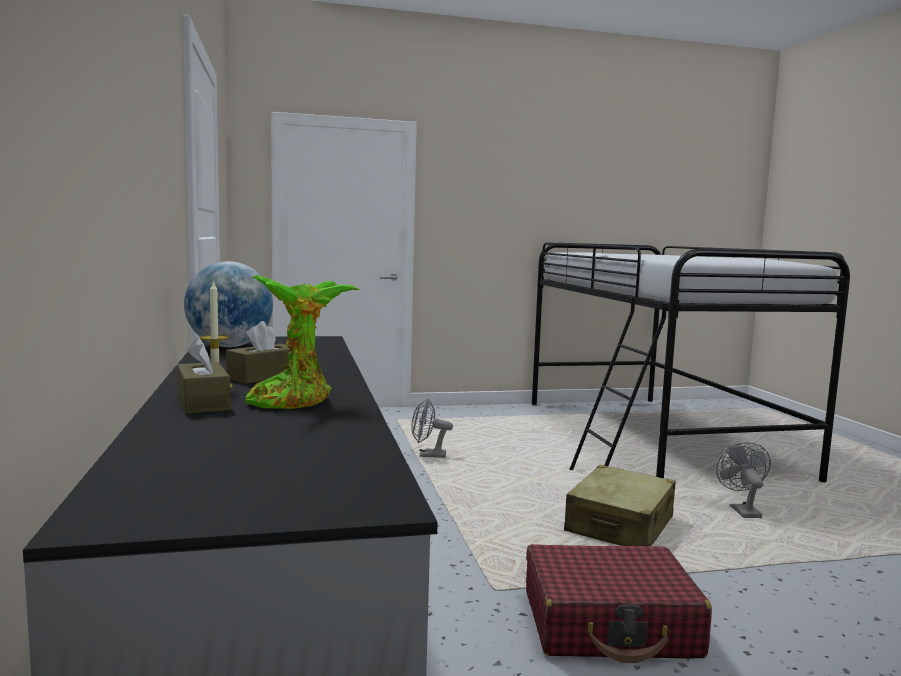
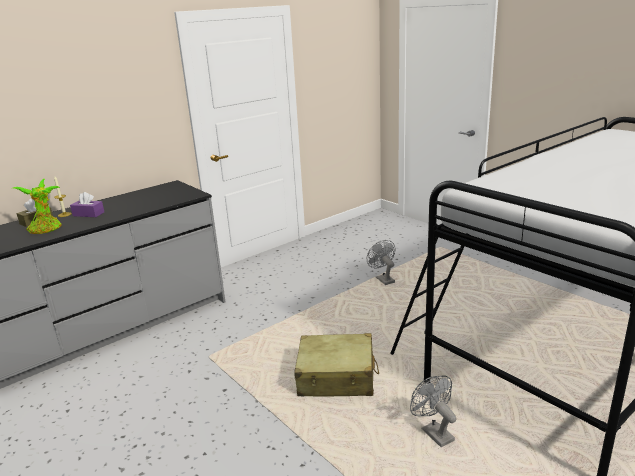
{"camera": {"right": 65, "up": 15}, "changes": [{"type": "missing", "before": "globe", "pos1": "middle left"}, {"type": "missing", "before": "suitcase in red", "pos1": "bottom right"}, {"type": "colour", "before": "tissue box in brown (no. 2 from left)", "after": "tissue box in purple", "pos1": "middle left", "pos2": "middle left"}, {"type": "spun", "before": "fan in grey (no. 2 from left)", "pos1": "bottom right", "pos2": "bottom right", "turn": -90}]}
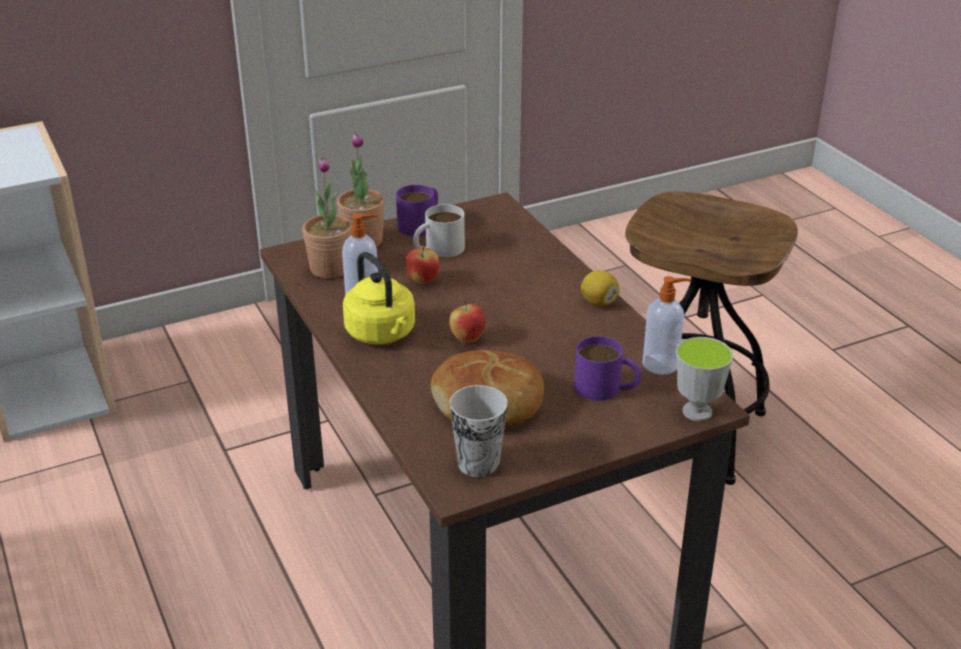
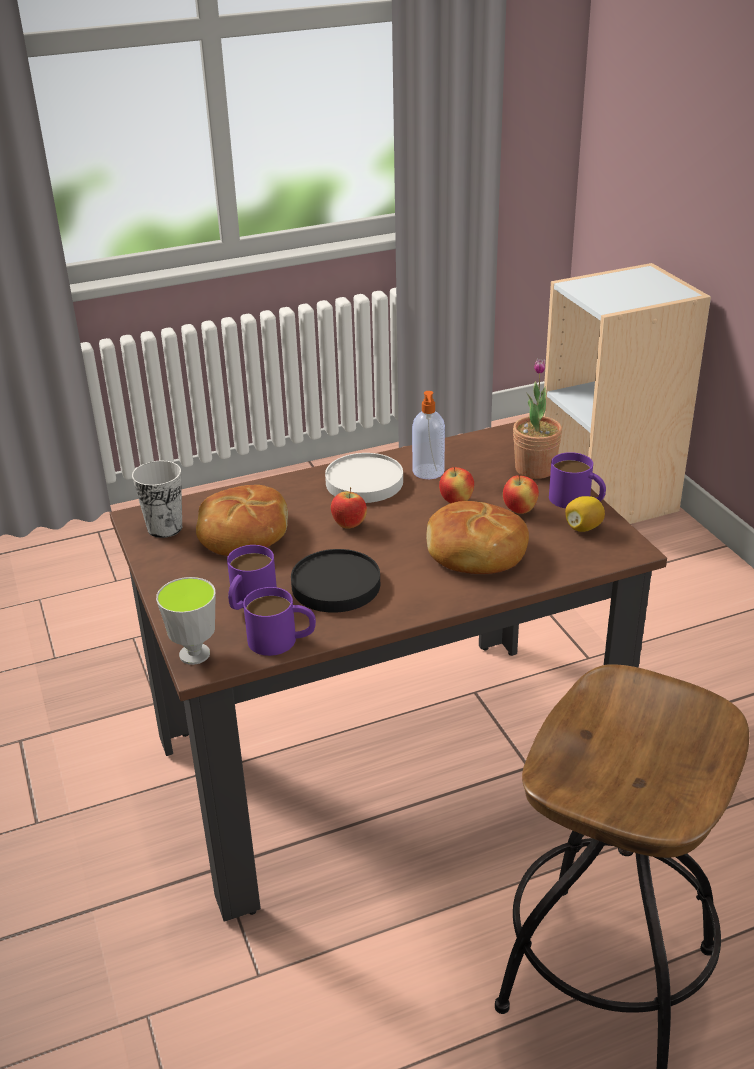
{"camera": {"right": 95, "up": 0}, "changes": [{"type": "missing", "before": "potted plant (no. 1 from left)", "pos1": "centre"}, {"type": "appeared", "after": "plate in black", "pos2": "centre"}, {"type": "appeared", "after": "bread (no. 2 from left)", "pos2": "centre"}, {"type": "relocated", "before": "lemon", "pos1": "centre", "pos2": "middle right"}, {"type": "exchanged", "before": "kettle in yellow", "after": "plate in white", "pos1": "centre", "pos2": "centre"}, {"type": "exchanged", "before": "mug in white", "after": "apple (no. 3 from left)", "pos1": "centre", "pos2": "middle right"}, {"type": "exchanged", "before": "soap dispenser (no. 2 from left)", "after": "mug in purple (no. 2 from left)", "pos1": "middle right", "pos2": "centre"}]}
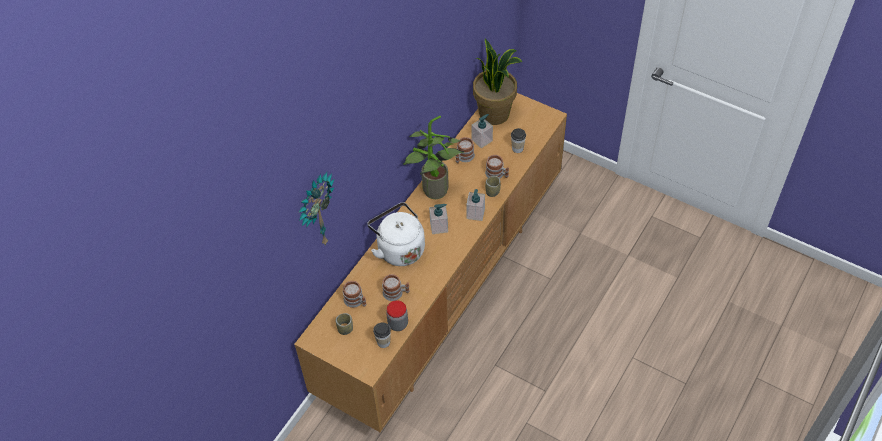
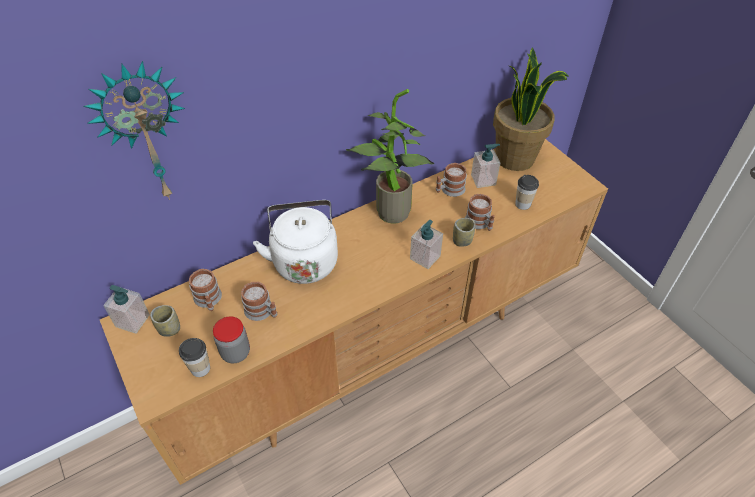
{"camera": {"right": 25, "up": -5}, "changes": [{"type": "relocated", "before": "soap dispenser (no. 1 from left)", "pos1": "centre", "pos2": "middle left"}]}
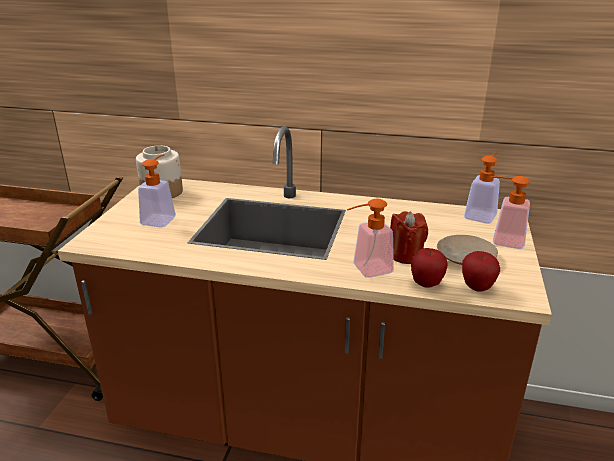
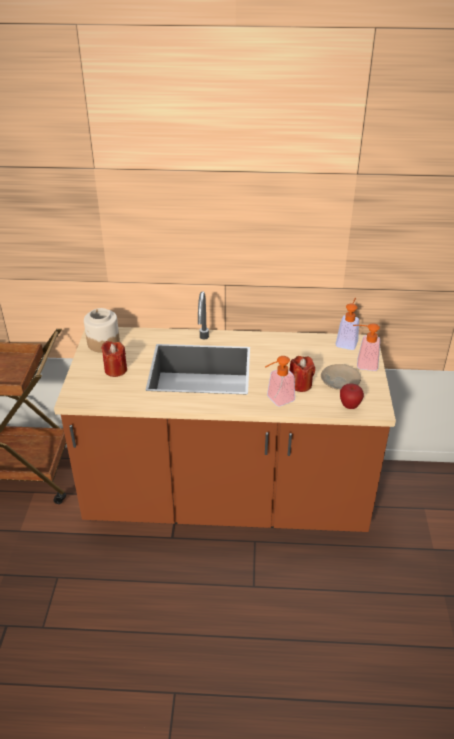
{"camera": {"right": -10, "up": 10}, "changes": [{"type": "missing", "before": "apple (no. 1 from left)", "pos1": "middle right"}, {"type": "exchanged", "before": "soap dispenser (no. 1 from left)", "after": "candle in red (no. 1 from left)", "pos1": "middle left", "pos2": "middle left"}]}
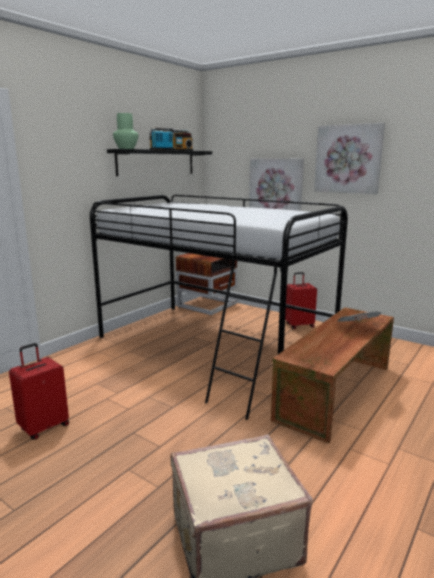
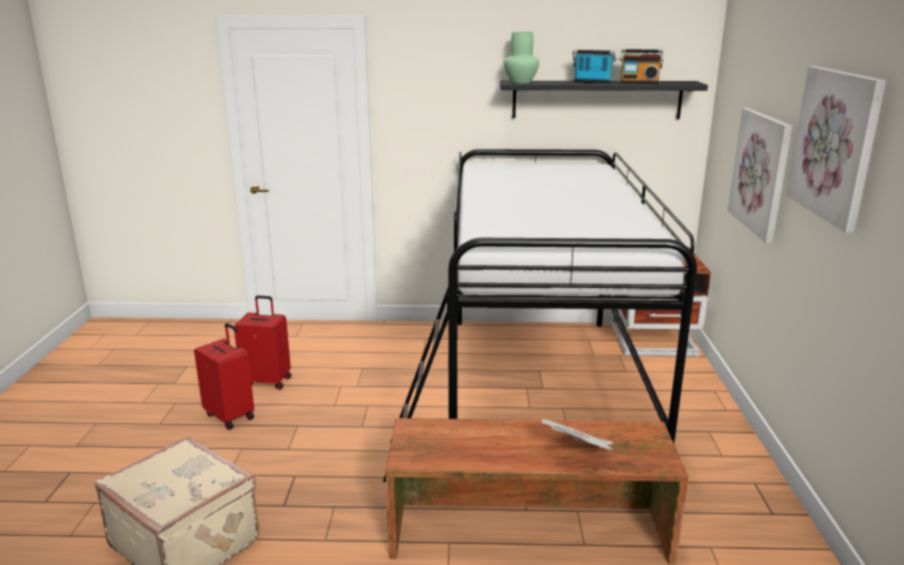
{"camera": {"right": 55, "up": 5}, "changes": [{"type": "relocated", "before": "suitcase in red (no. 2 from left in the first image)", "after": "suitcase in red (no. 1 from left)", "pos1": "middle right", "pos2": "middle left"}]}
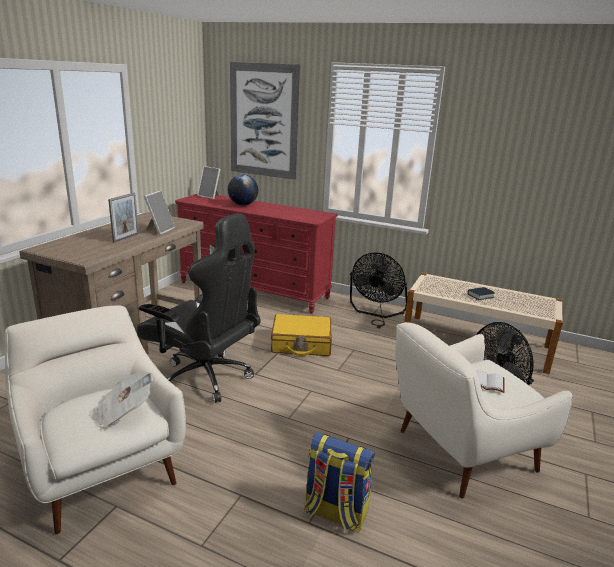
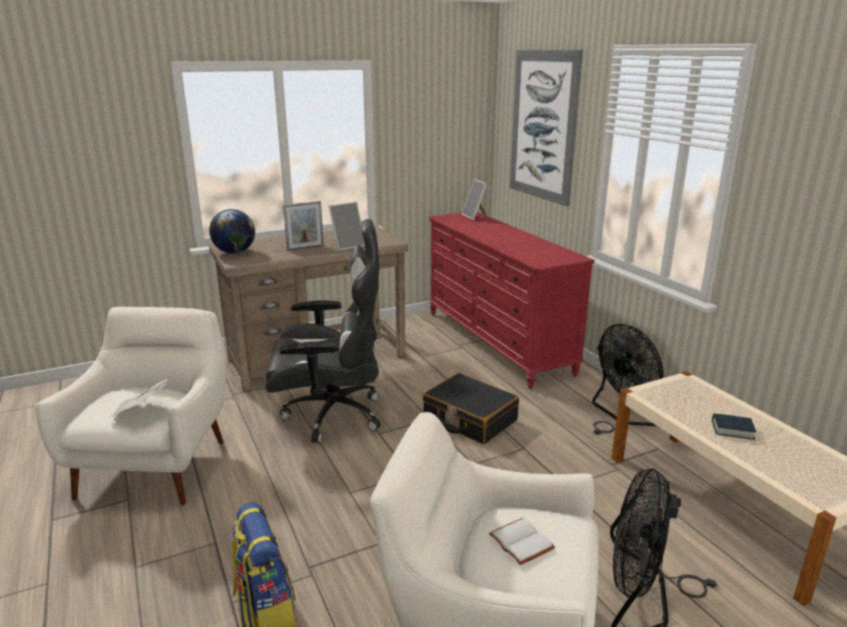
{"camera": {"right": 40, "up": 0}, "changes": [{"type": "relocated", "before": "globe", "pos1": "centre", "pos2": "middle left"}, {"type": "colour", "before": "suitcase in yellow", "after": "suitcase in black", "pos1": "centre", "pos2": "centre"}, {"type": "spun", "before": "office chair in black", "pos1": "middle left", "pos2": "centre", "turn": -75}]}
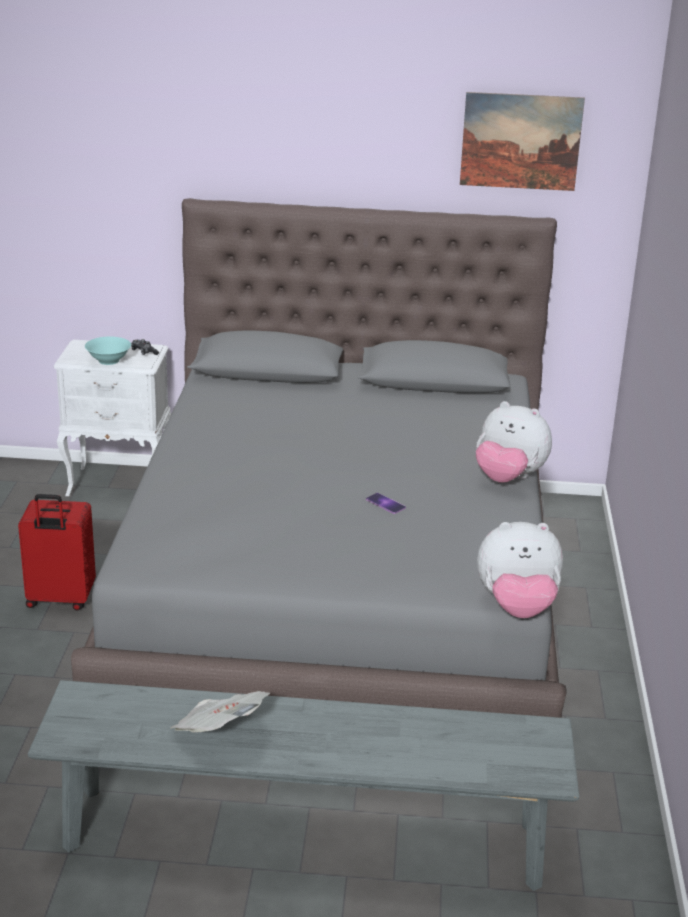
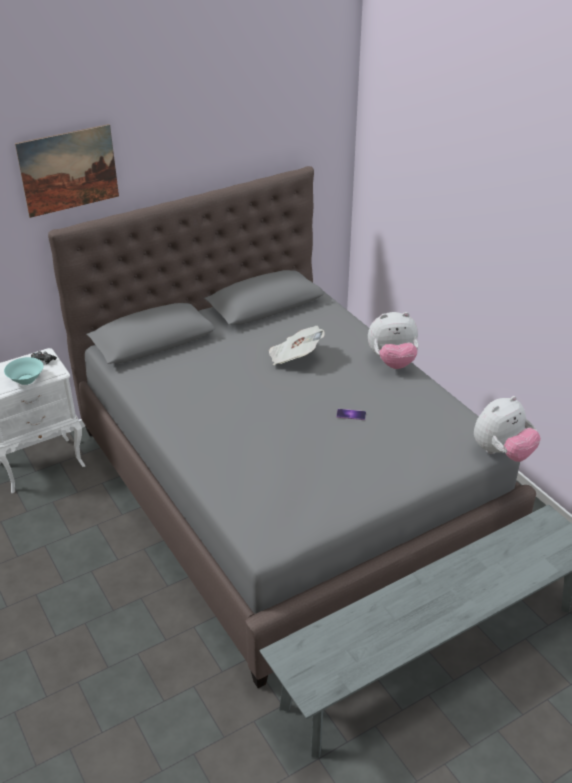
{"camera": {"right": -35, "up": 10}, "changes": [{"type": "missing", "before": "suitcase in red", "pos1": "middle left"}, {"type": "relocated", "before": "newspaper", "pos1": "bottom left", "pos2": "centre"}, {"type": "relocated", "before": "picture", "pos1": "top right", "pos2": "top left"}]}
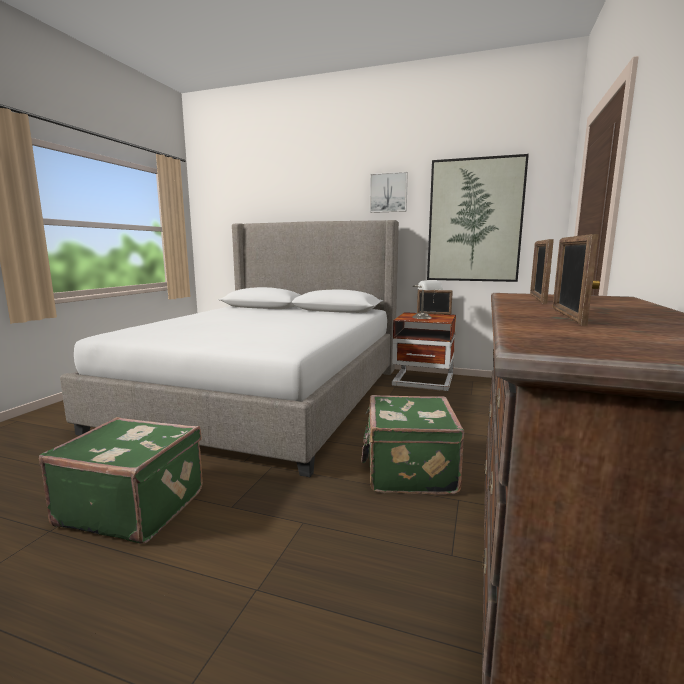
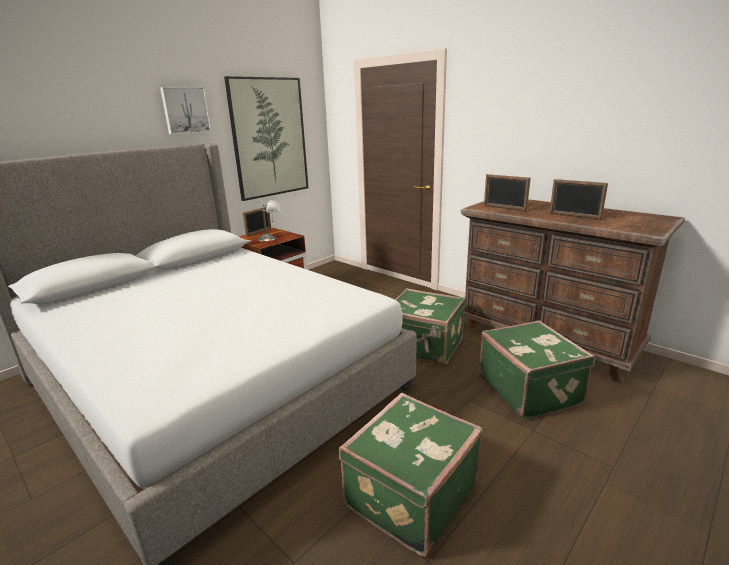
{"camera": {"right": -65, "up": 10}, "changes": [{"type": "appeared", "after": "suitcase in green (no. 3 from left)", "pos2": "middle right"}]}
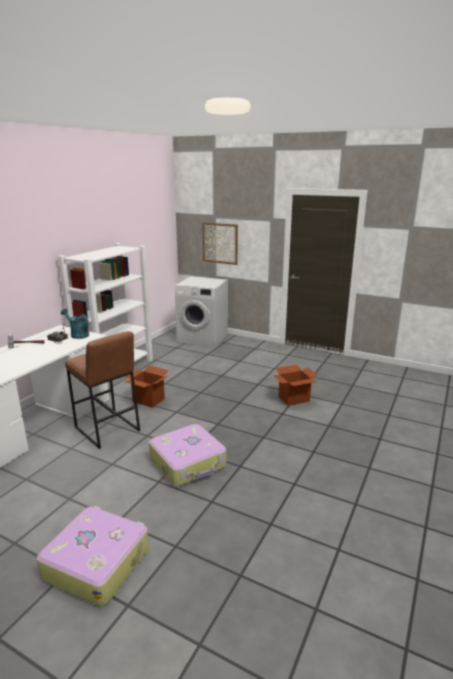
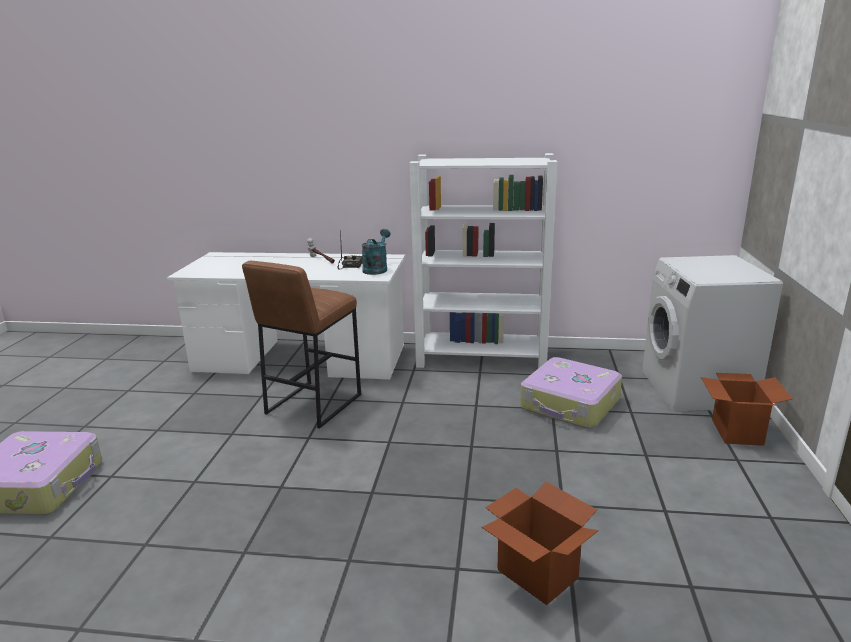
{"camera": {"right": 70, "up": 0}, "changes": [{"type": "missing", "before": "picture", "pos1": "centre"}, {"type": "relocated", "before": "cardboard box (no. 1 from left in the first image)", "after": "cardboard box (no. 2 from left)", "pos1": "middle left", "pos2": "middle right"}, {"type": "relocated", "before": "suitcase (no. 2 from left)", "pos1": "bottom centre", "pos2": "middle right"}]}
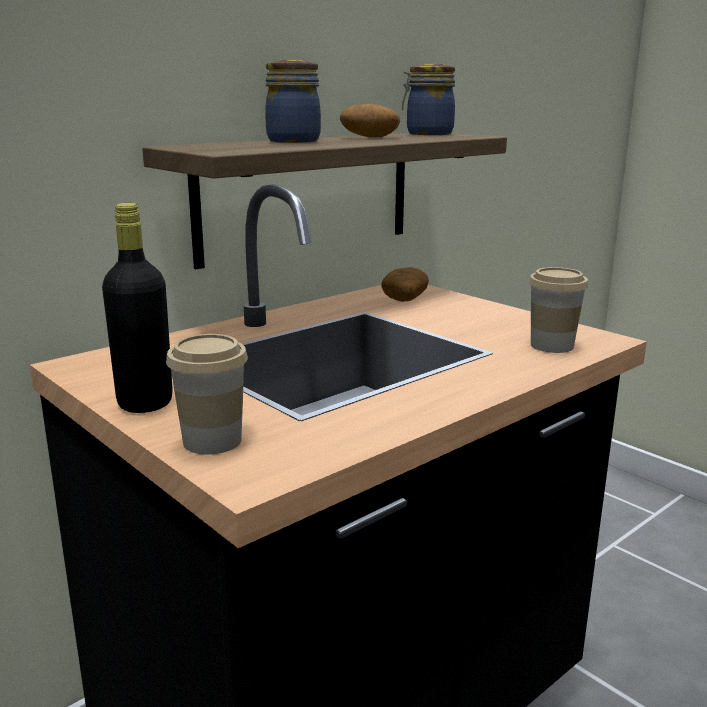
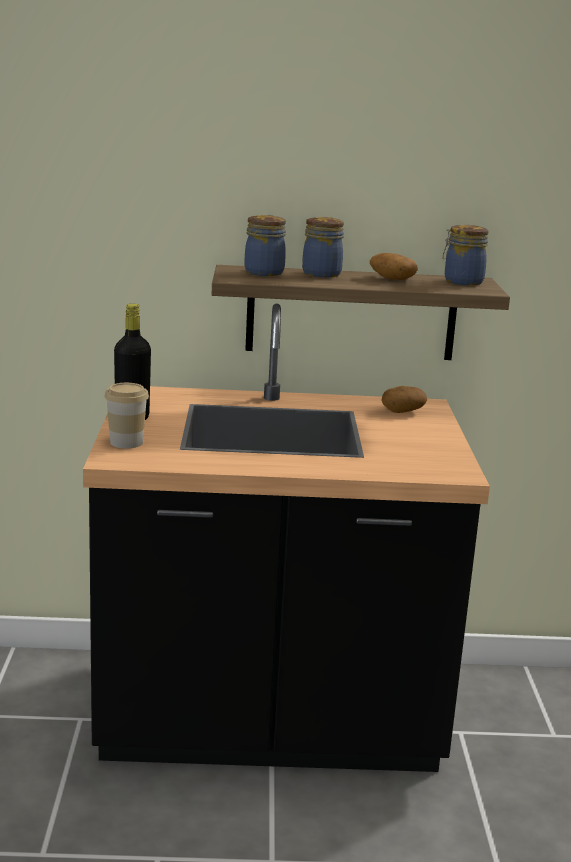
{"camera": {"right": 40, "up": 0}, "changes": [{"type": "missing", "before": "cup (no. 2 from left)", "pos1": "middle right"}, {"type": "appeared", "after": "jar (no. 1 from left)", "pos2": "top centre"}]}
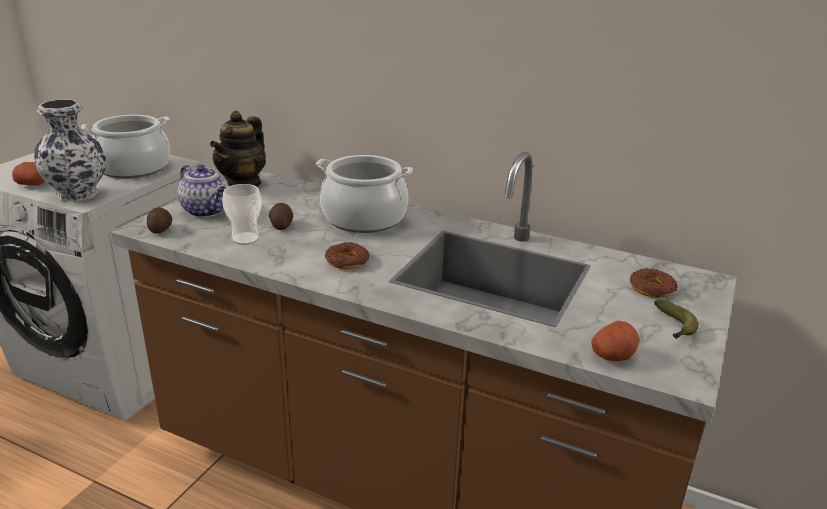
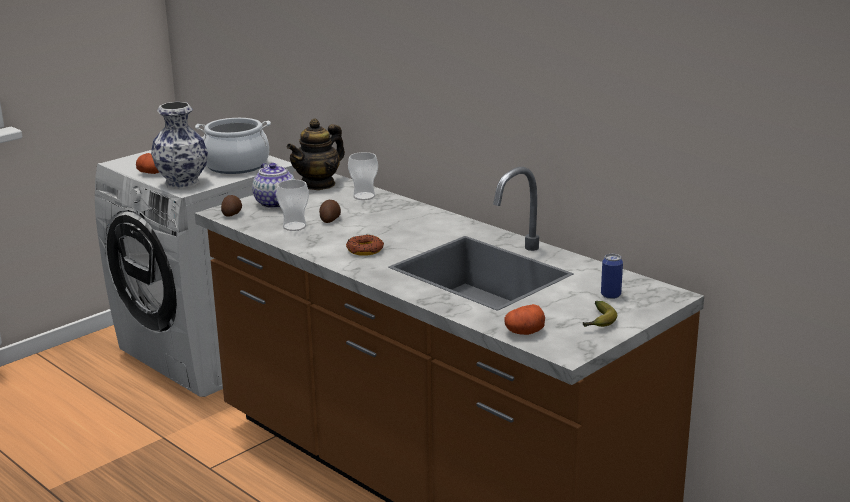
{"camera": {"right": 20, "up": -5}, "changes": [{"type": "missing", "before": "cooking pot (no. 2 from left)", "pos1": "centre"}, {"type": "appeared", "after": "cup (no. 2 from left)", "pos2": "centre"}, {"type": "exchanged", "before": "donut (no. 2 from left)", "after": "can", "pos1": "middle right", "pos2": "middle right"}]}
